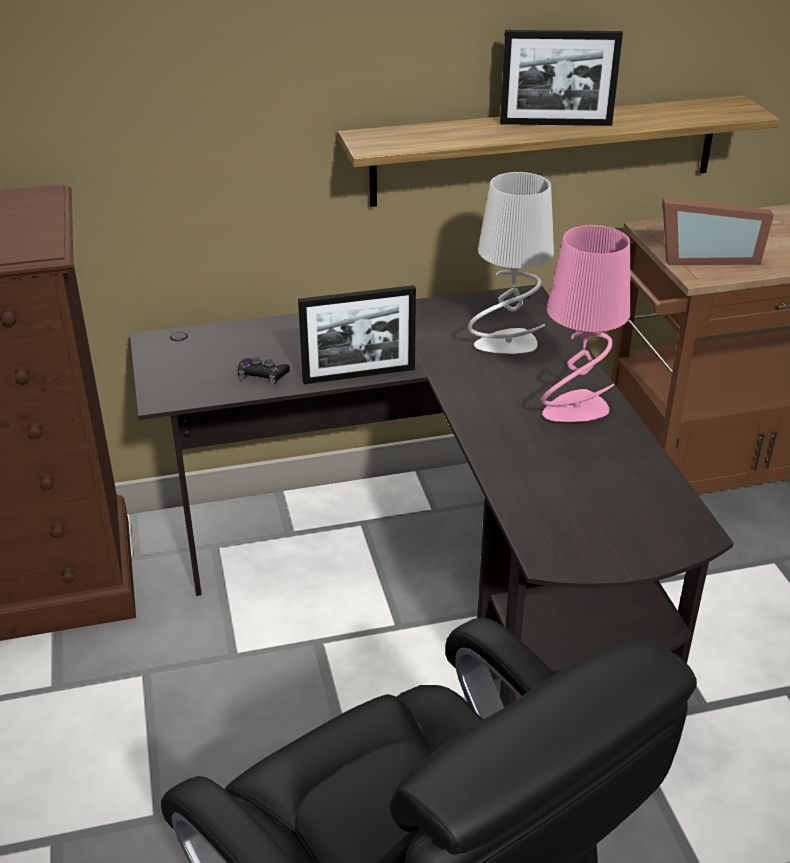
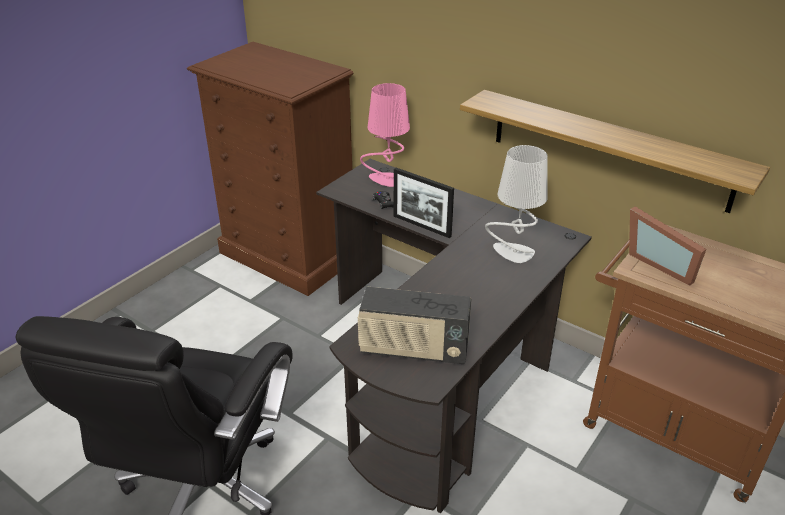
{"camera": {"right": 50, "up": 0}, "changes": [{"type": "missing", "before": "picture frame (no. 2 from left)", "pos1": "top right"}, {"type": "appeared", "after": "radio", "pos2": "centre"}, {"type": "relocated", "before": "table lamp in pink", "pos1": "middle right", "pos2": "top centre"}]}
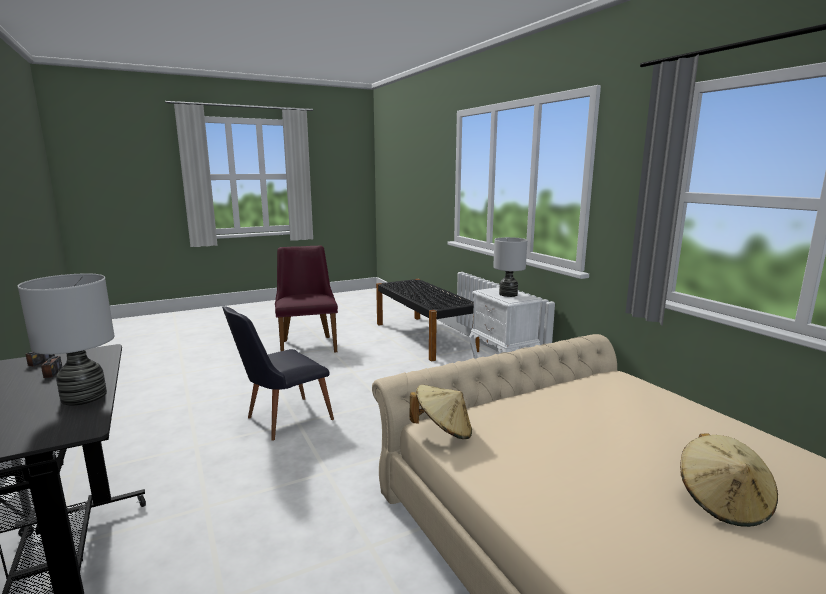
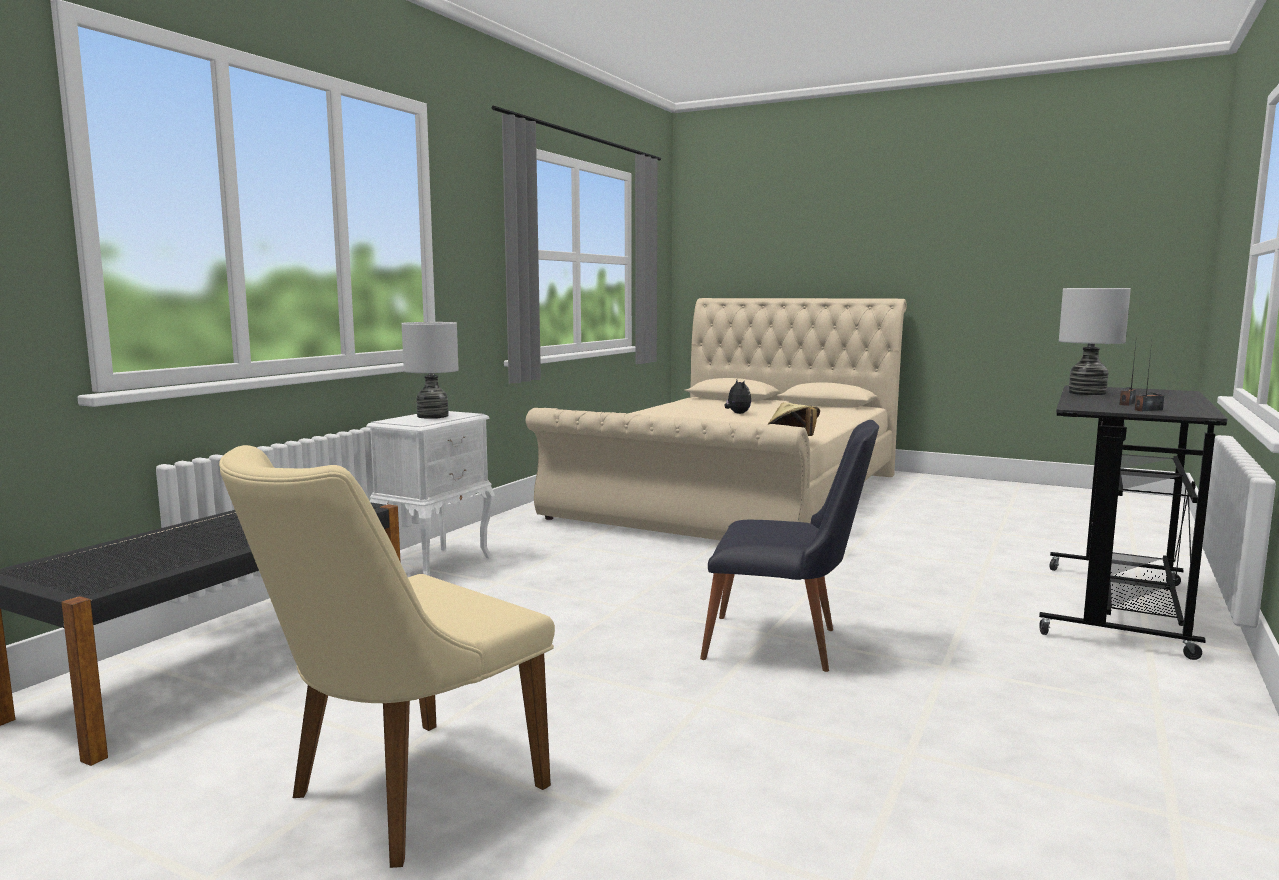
{"camera": {"right": -125, "up": -5}, "changes": [{"type": "exchanged", "before": "hat in beige (no. 2 from left)", "after": "plush toy", "pos1": "bottom right", "pos2": "centre"}, {"type": "colour", "before": "chair in purple", "after": "chair in beige", "pos1": "centre", "pos2": "bottom left"}]}
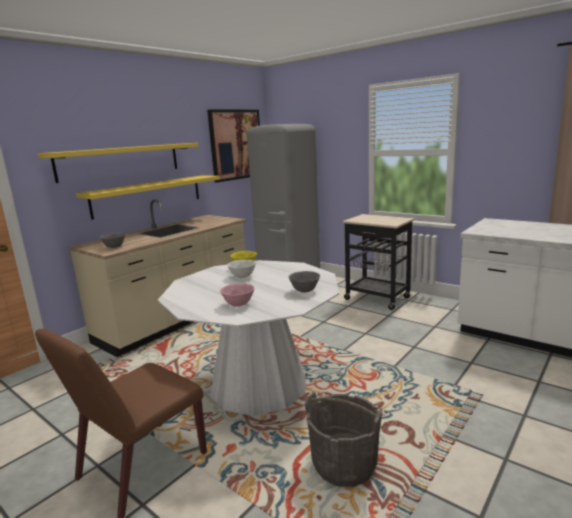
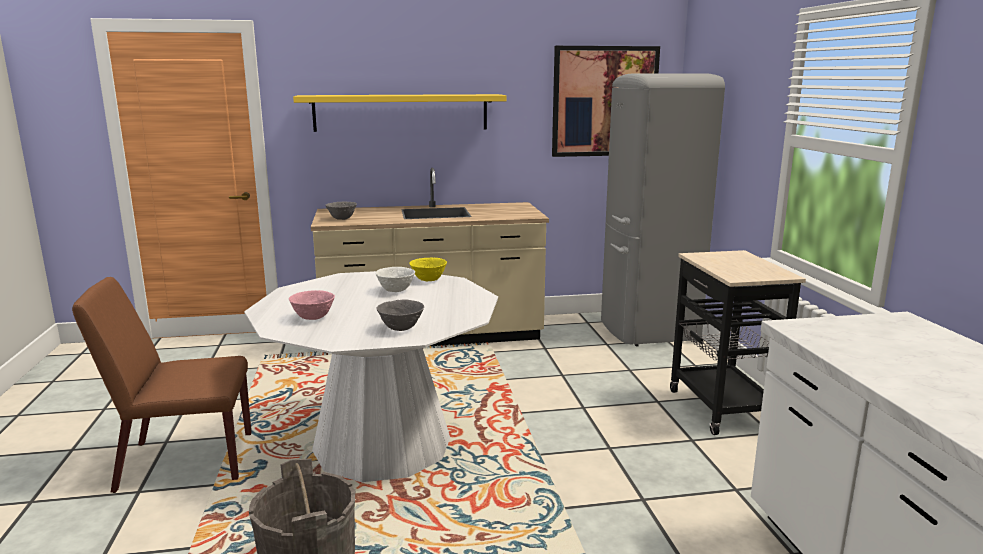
{"camera": {"right": 40, "up": 0}, "changes": [{"type": "missing", "before": "shelf in yellow (no. 2 from left)", "pos1": "middle left"}]}
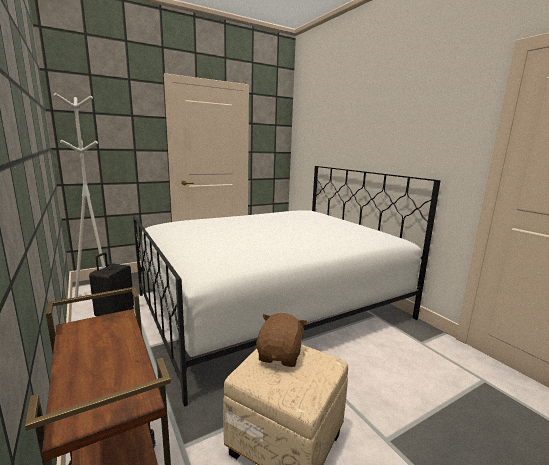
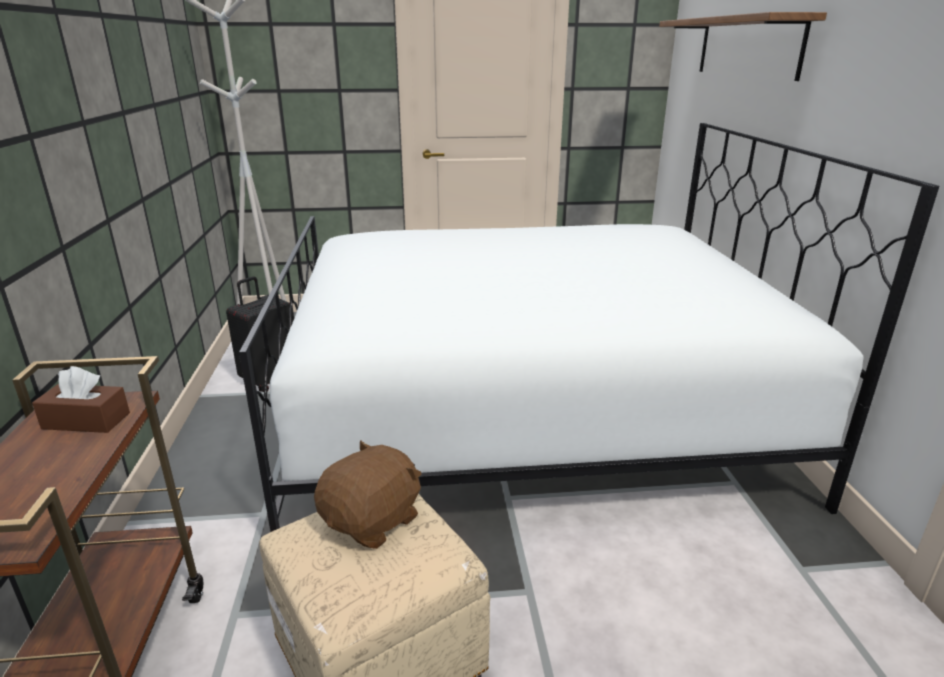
{"camera": {"right": 25, "up": 10}, "changes": [{"type": "appeared", "after": "tissue box in brown", "pos2": "middle left"}, {"type": "appeared", "after": "shelf", "pos2": "top right"}]}
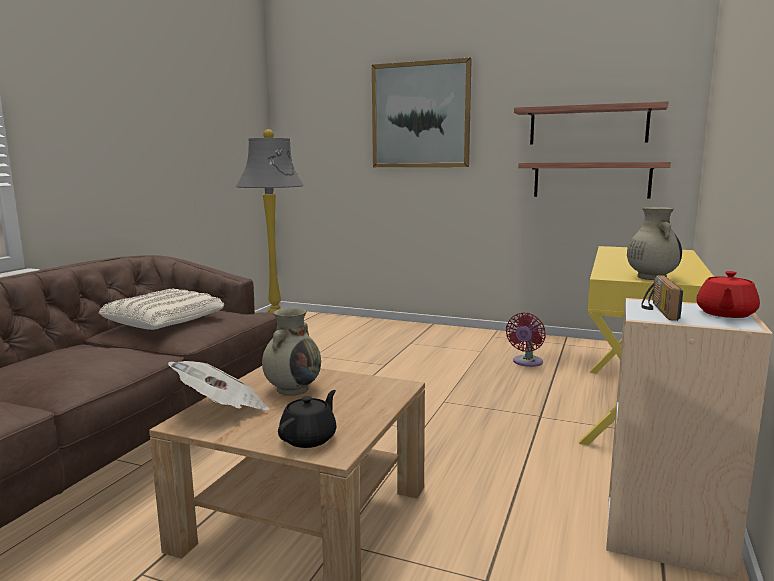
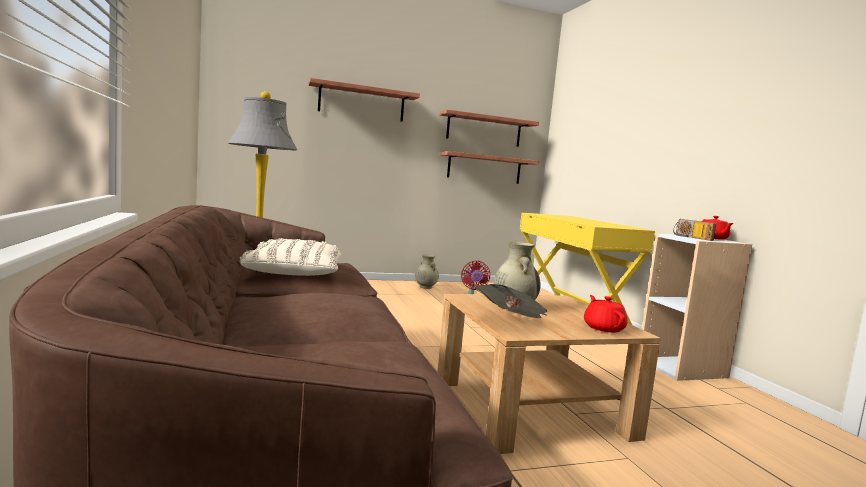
{"camera": {"right": -40, "up": -5}, "changes": [{"type": "relocated", "before": "vase in beige (no. 2 from left in the first image)", "after": "vase in beige (no. 1 from left)", "pos1": "middle right", "pos2": "centre"}, {"type": "exchanged", "before": "picture", "after": "shelf (no. 1 from left)", "pos1": "top centre", "pos2": "top centre"}, {"type": "colour", "before": "teapot in black", "after": "teapot in red (no. 1 from left)", "pos1": "bottom centre", "pos2": "middle right"}]}
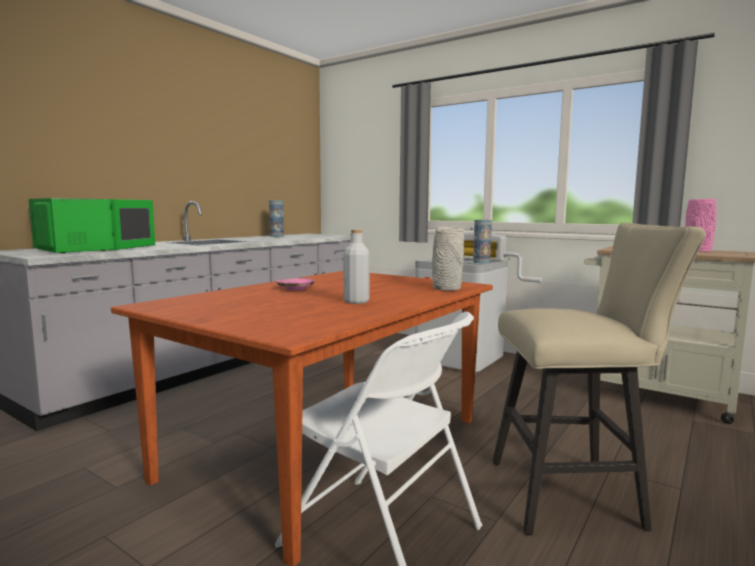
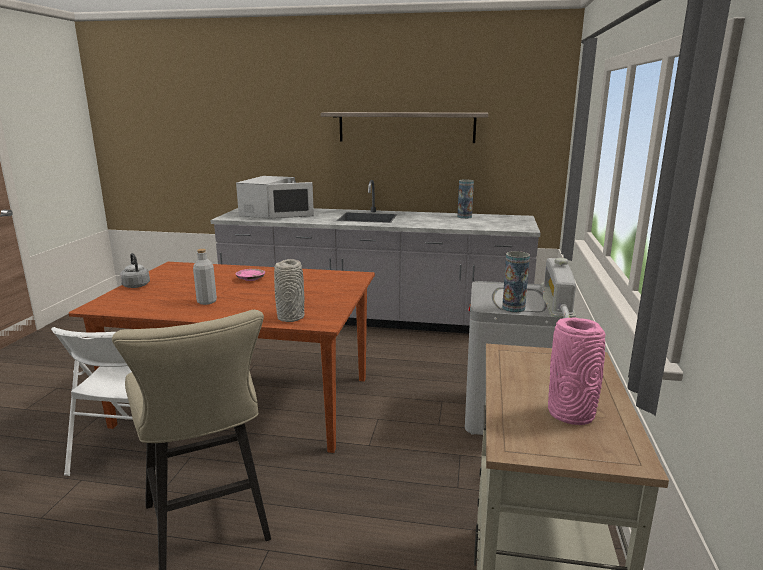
{"camera": {"right": 65, "up": 10}, "changes": [{"type": "appeared", "after": "kettle in grey", "pos2": "middle left"}, {"type": "appeared", "after": "shelf", "pos2": "top centre"}, {"type": "colour", "before": "microwave in green", "after": "microwave in white", "pos1": "middle left", "pos2": "centre"}]}
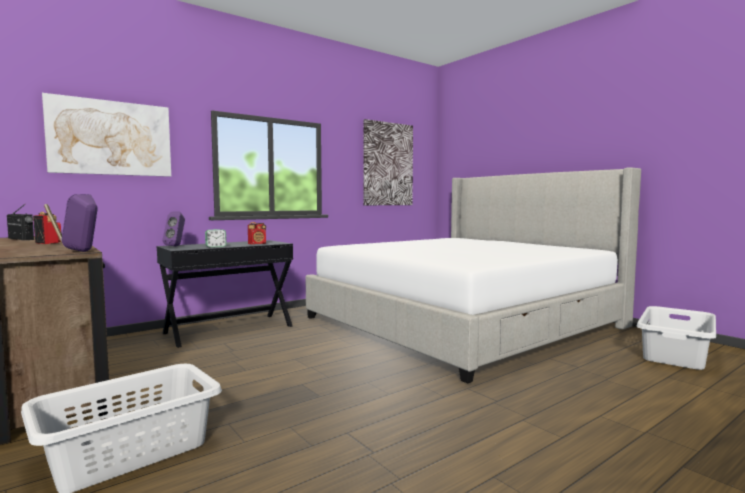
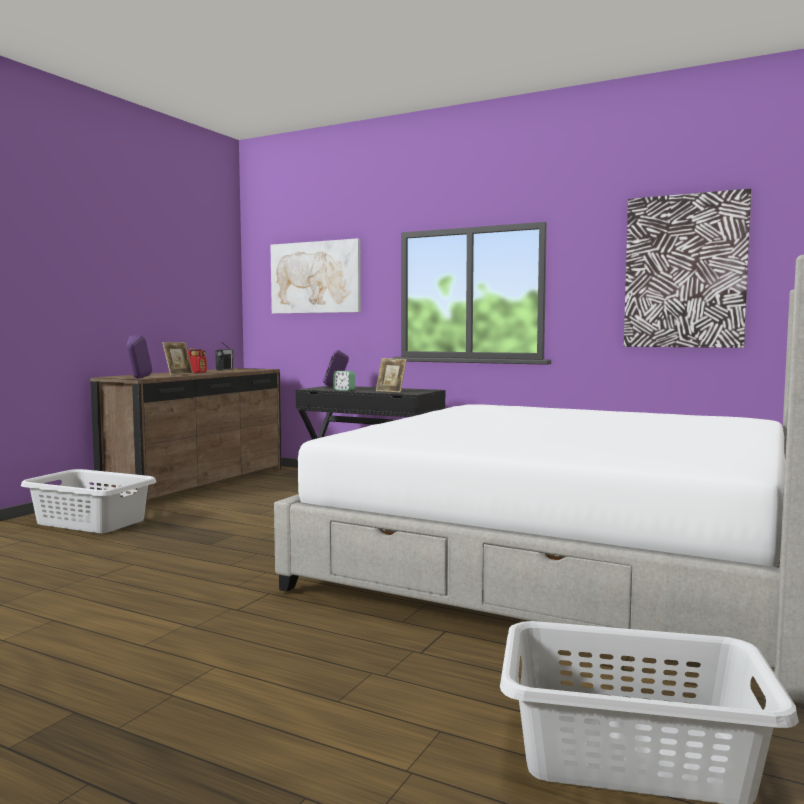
{"camera": {"right": 65, "up": 0}, "changes": [{"type": "exchanged", "before": "radio (no. 3 from left)", "after": "picture frame (no. 2 from left)", "pos1": "centre", "pos2": "centre"}]}
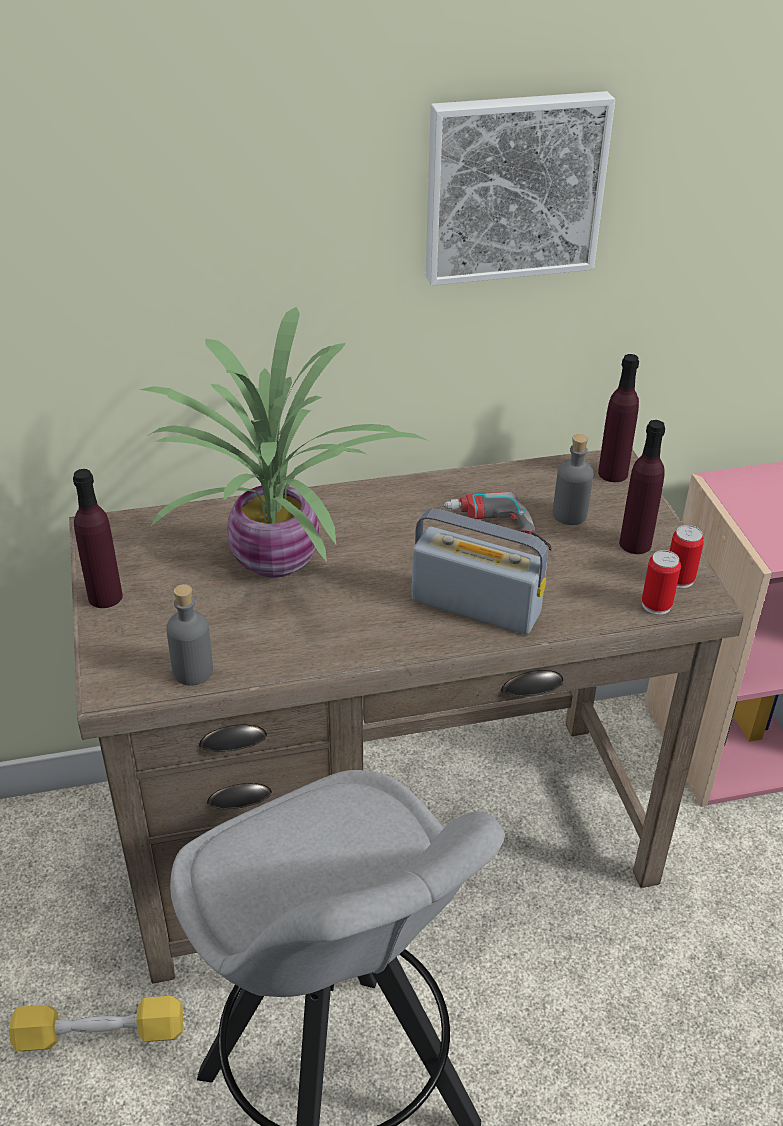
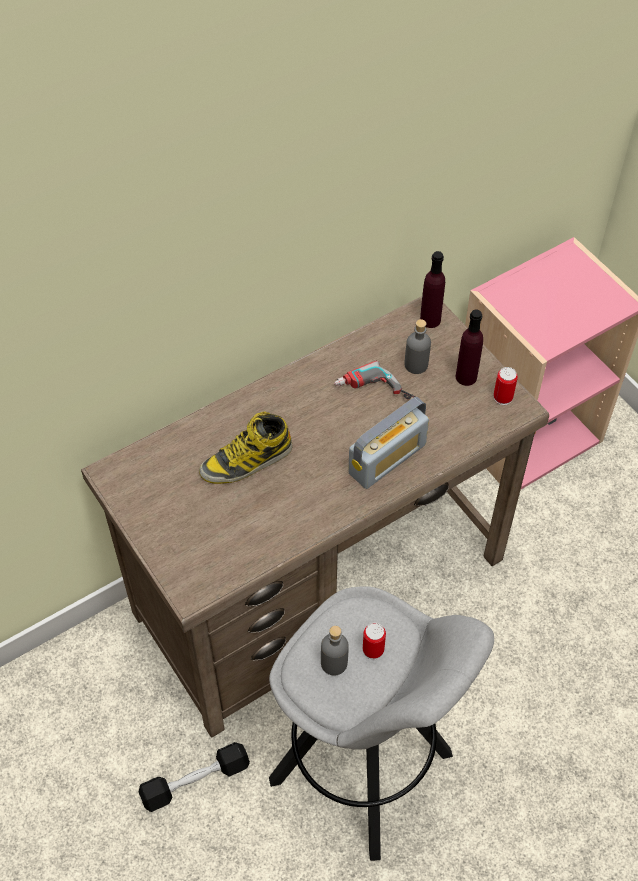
{"camera": {"right": -20, "up": 15}, "changes": [{"type": "missing", "before": "bottle in purple (no. 1 from left)", "pos1": "middle left"}, {"type": "missing", "before": "picture", "pos1": "top centre"}, {"type": "relocated", "before": "bottle in grey (no. 1 from left)", "pos1": "middle left", "pos2": "bottom centre"}, {"type": "relocated", "before": "can (no. 1 from left)", "pos1": "middle right", "pos2": "bottom centre"}, {"type": "exchanged", "before": "potted plant", "after": "boot", "pos1": "centre", "pos2": "centre"}, {"type": "colour", "before": "dumbbell in yellow", "after": "dumbbell in black", "pos1": "bottom left", "pos2": "bottom left"}, {"type": "spun", "before": "radio", "pos1": "centre", "pos2": "centre", "turn": 135}]}
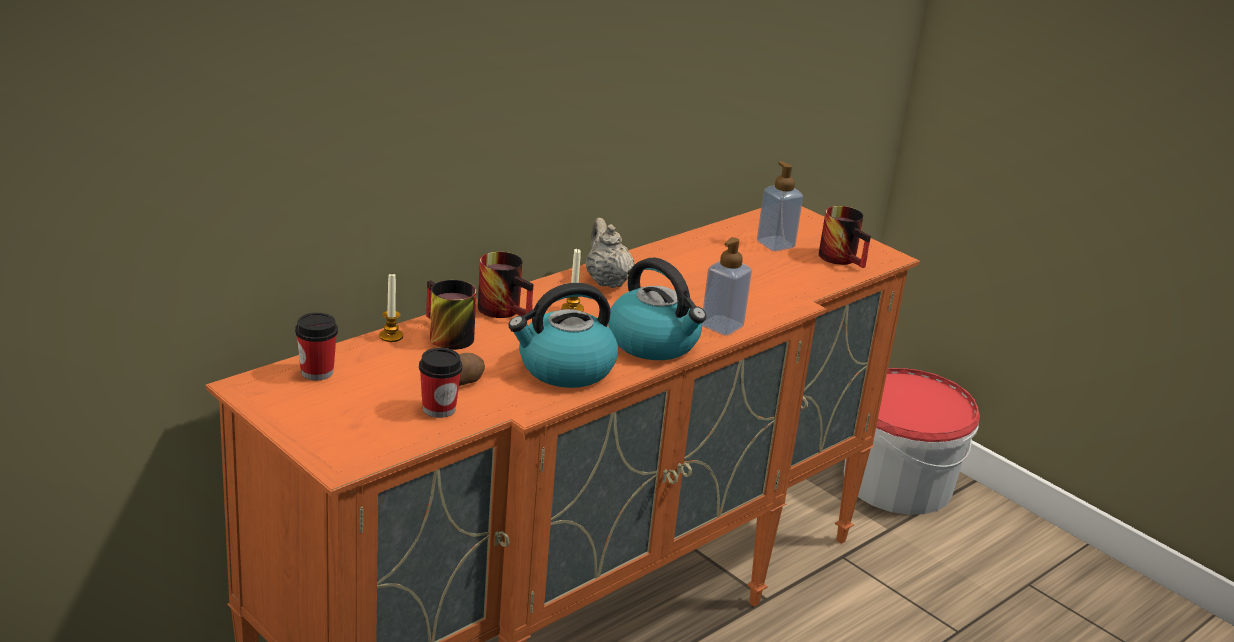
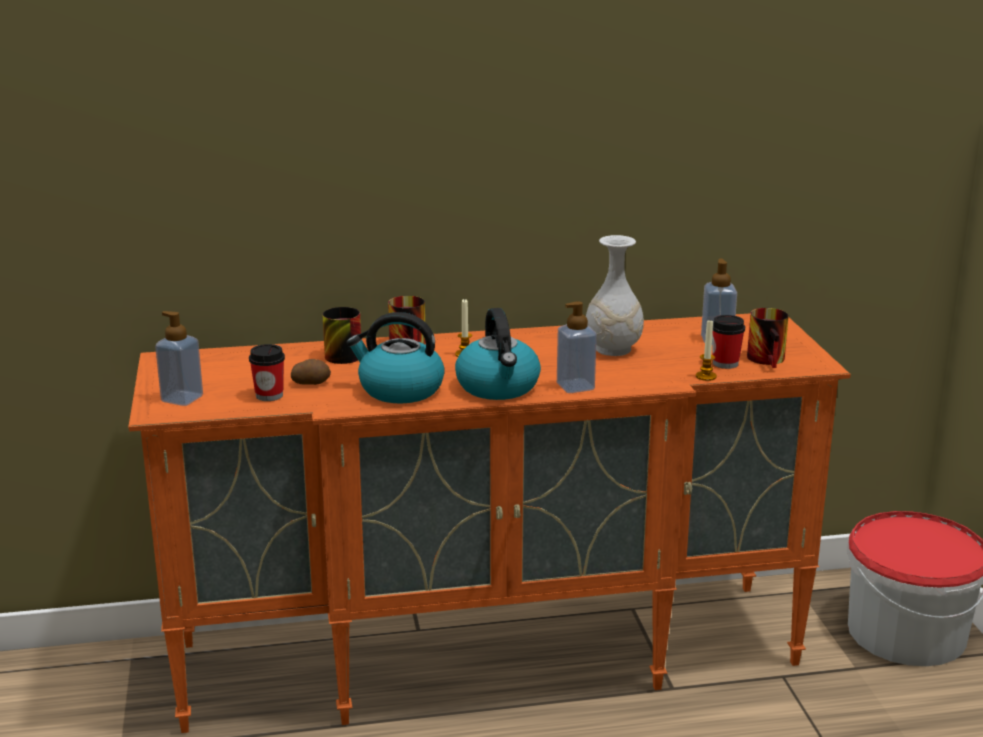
{"camera": {"right": 35, "up": -5}, "changes": [{"type": "missing", "before": "teapot in beige", "pos1": "centre"}, {"type": "appeared", "after": "soap dispenser (no. 1 from left)", "pos2": "middle left"}, {"type": "appeared", "after": "vase in white", "pos2": "centre"}, {"type": "relocated", "before": "cup (no. 1 from left in the first image)", "after": "cup (no. 2 from left)", "pos1": "middle left", "pos2": "middle right"}, {"type": "relocated", "before": "candle (no. 1 from left in the first image)", "after": "candle (no. 2 from left)", "pos1": "middle left", "pos2": "middle right"}]}
